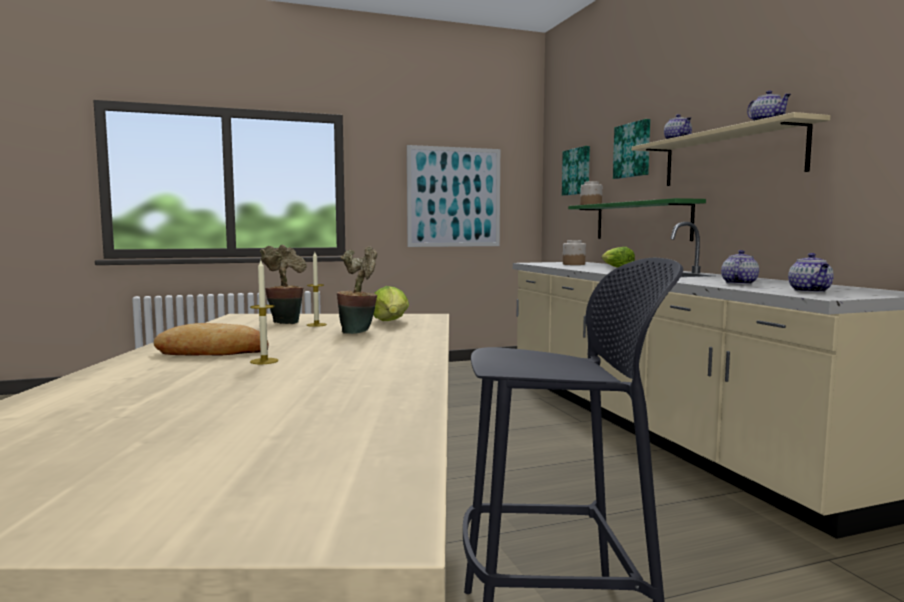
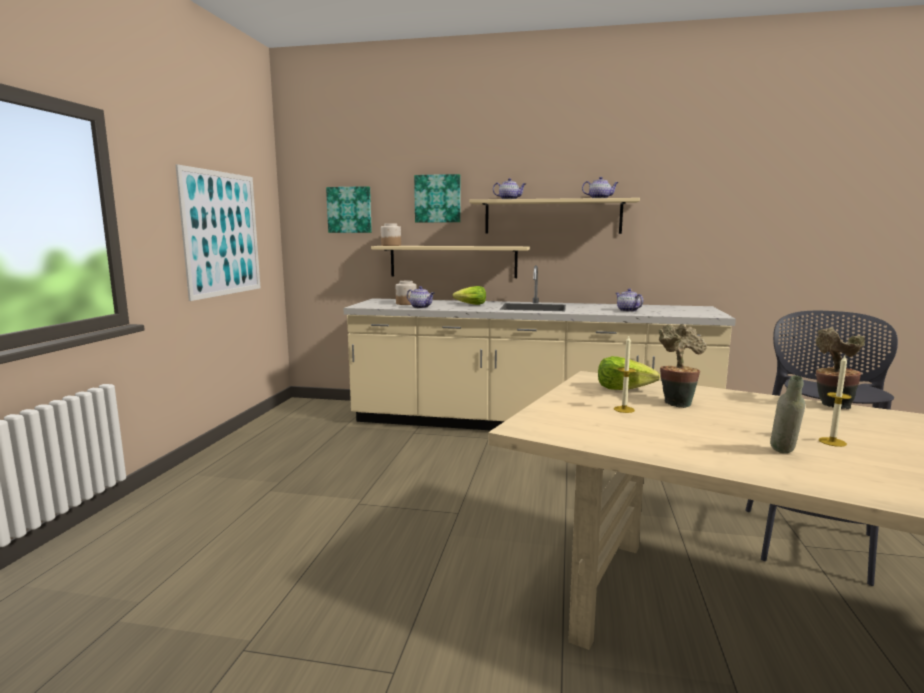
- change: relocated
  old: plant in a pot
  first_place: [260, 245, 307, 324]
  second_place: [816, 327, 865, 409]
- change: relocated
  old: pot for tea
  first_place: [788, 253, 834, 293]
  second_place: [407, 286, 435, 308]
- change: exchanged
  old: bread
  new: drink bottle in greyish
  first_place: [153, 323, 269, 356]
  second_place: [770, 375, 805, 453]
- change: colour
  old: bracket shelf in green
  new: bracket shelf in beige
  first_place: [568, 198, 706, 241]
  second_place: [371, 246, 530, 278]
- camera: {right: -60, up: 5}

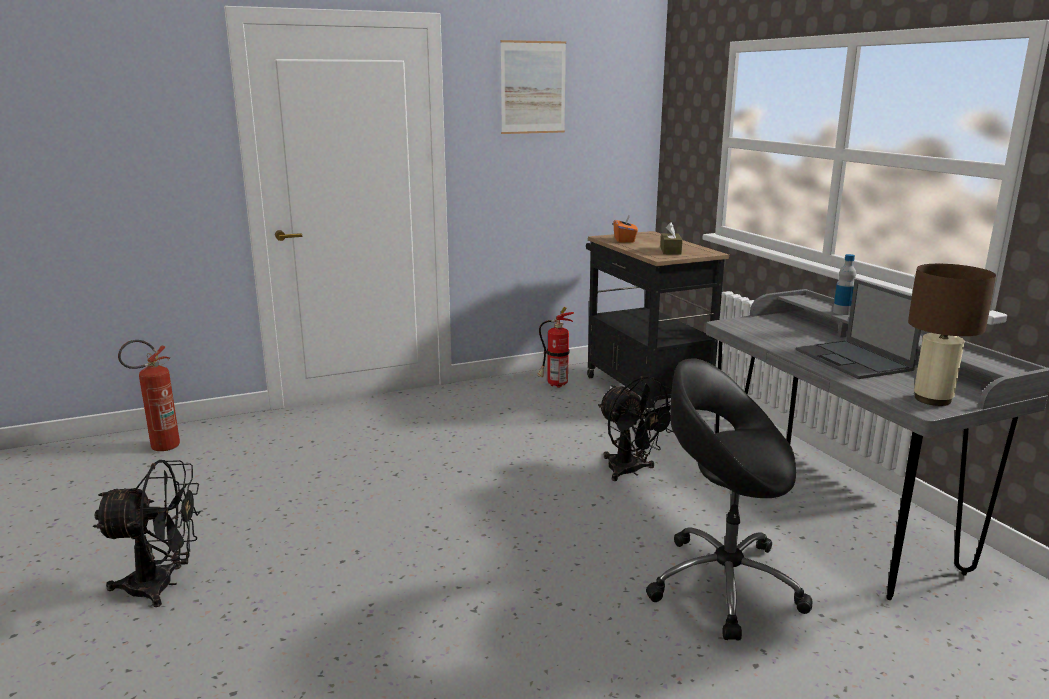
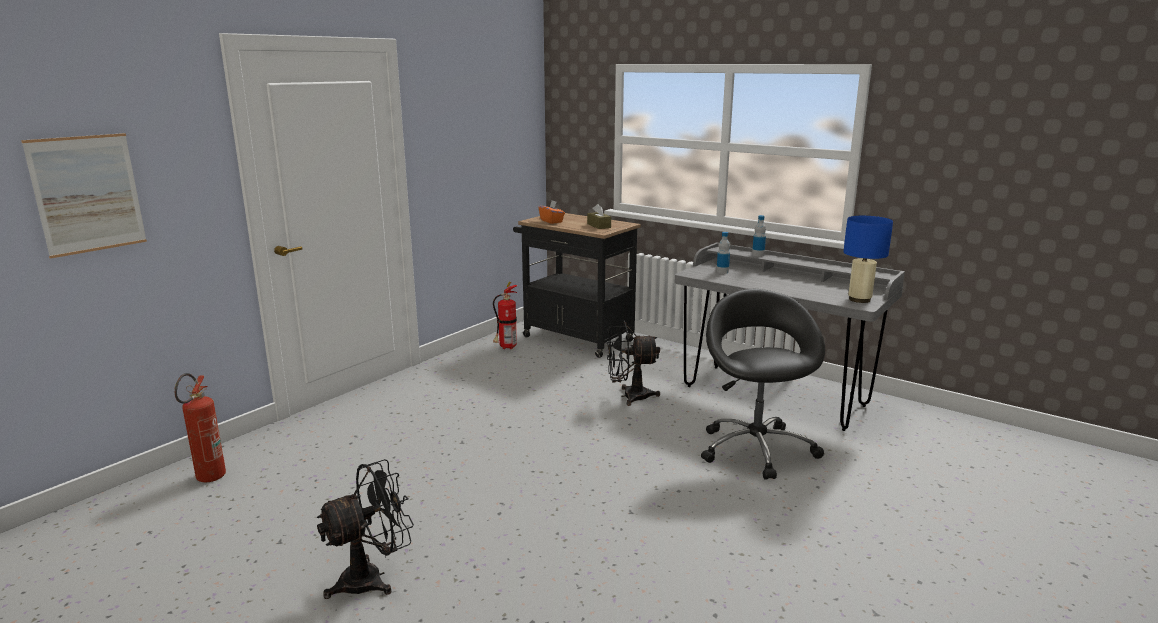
- change: missing
  old: portable computer
  first_place: [796, 279, 921, 379]
- change: appeared
  new: drink bottle
  second_place: [716, 232, 730, 274]
- change: relocated
  old: wall picture
  first_place: [500, 40, 566, 134]
  second_place: [21, 133, 147, 259]
- change: colour
  old: tabletop lamp in brown-coloured
  new: tabletop lamp in blue-coloured
  first_place: [908, 264, 996, 406]
  second_place: [844, 216, 893, 303]
- change: spun
  old: fan in blackish
  first_place: [598, 376, 673, 481]
  second_place: [607, 321, 660, 406]
  degrees: 150
- change: spun
  old: office chair in blackish
  first_place: [646, 358, 812, 641]
  second_place: [701, 289, 825, 480]
  degrees: 90
- camera: {right: -30, up: 0}

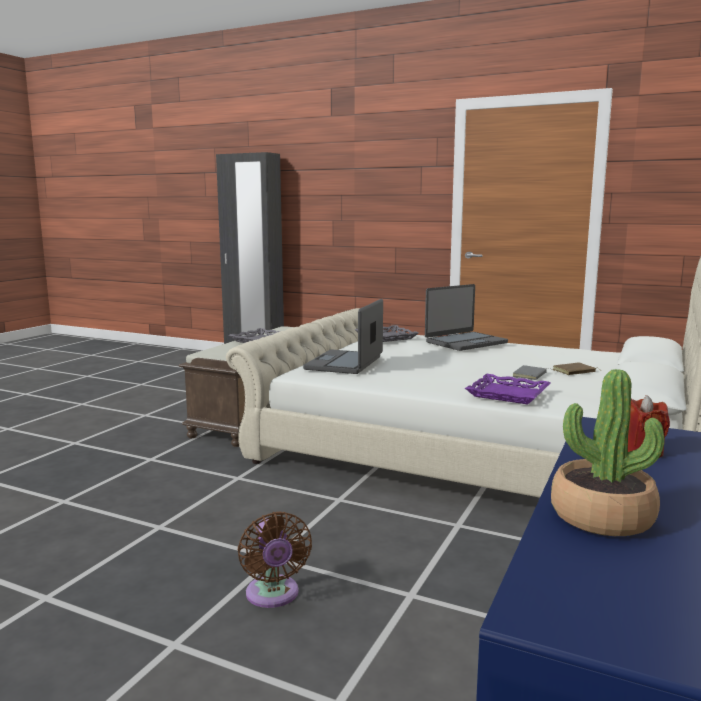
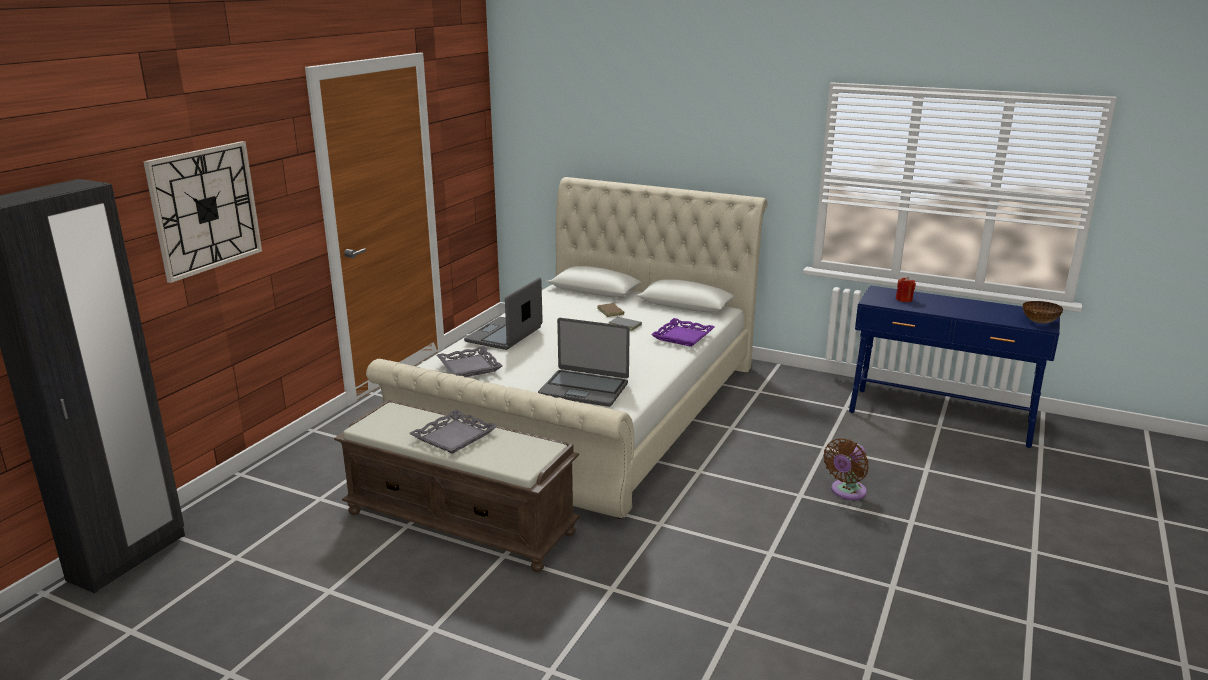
- change: missing
  old: plant in a pot
  first_place: [551, 369, 664, 536]
- change: appeared
  new: clock on the wall
  second_place: [143, 141, 262, 283]
- change: appeared
  new: deep dish
  second_place: [1023, 301, 1063, 324]
- change: spun
  old: fan in brown-coloured
  first_place: [238, 512, 312, 608]
  second_place: [823, 438, 869, 500]
  degrees: 150
- change: spun
  old: portable computer
  first_place: [425, 284, 508, 351]
  second_place: [464, 277, 543, 350]
  degrees: -120
- camera: {right: -90, up: 10}

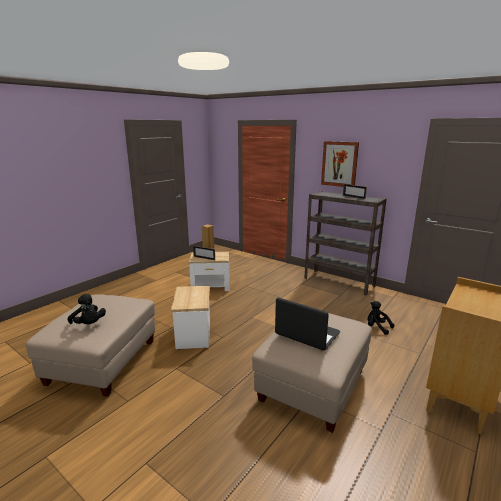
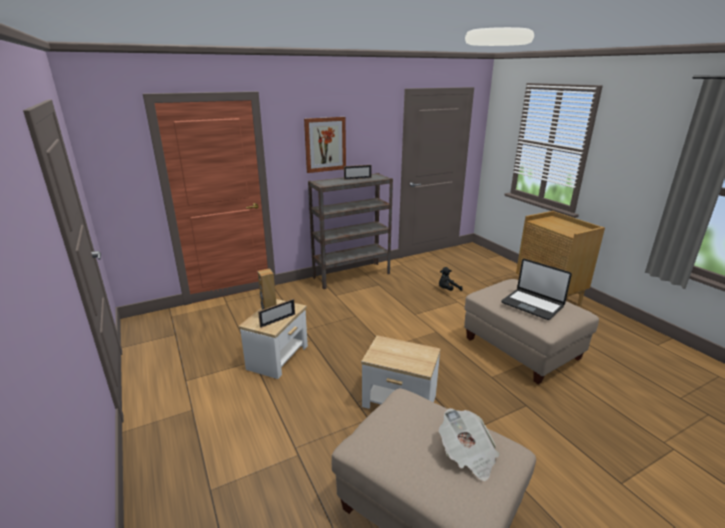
- change: exchanged
  old: cuddly toy in blackish
  new: newspaper
  first_place: [67, 294, 106, 324]
  second_place: [439, 408, 499, 481]
- change: spun
  old: portable computer
  first_place: [275, 297, 340, 351]
  second_place: [501, 259, 572, 320]
  degrees: -105
- camera: {right: -65, up: 5}

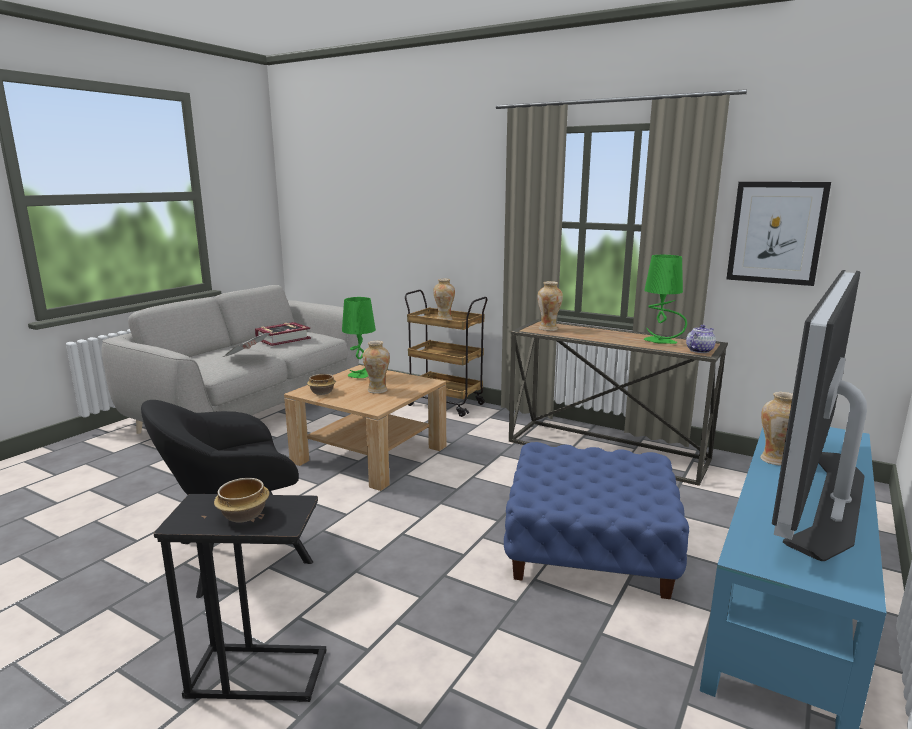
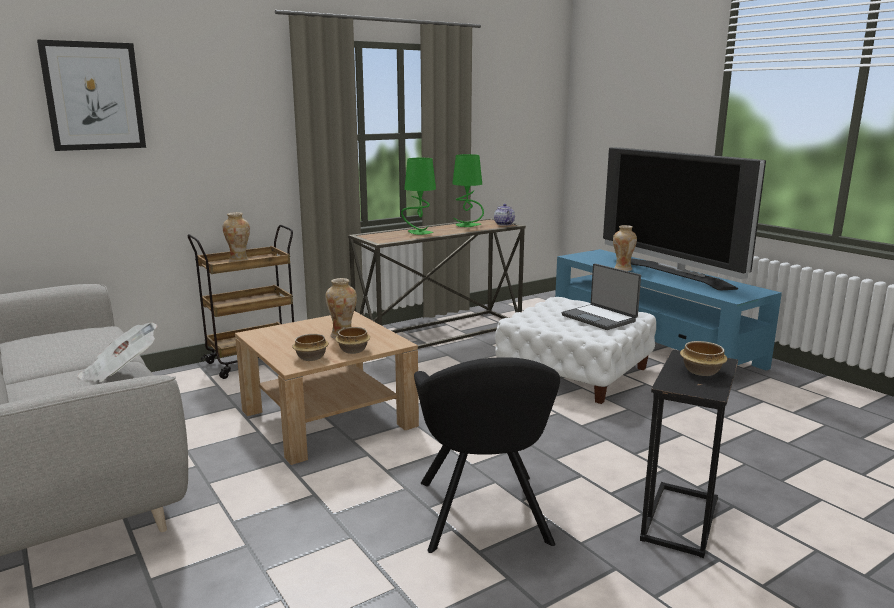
- change: missing
  old: book
  first_place: [255, 322, 311, 346]
- change: missing
  old: flower vase
  first_place: [537, 281, 563, 331]
- change: appeared
  new: deep dish
  second_place: [335, 327, 370, 354]
- change: appeared
  new: portable computer
  second_place: [562, 264, 641, 330]
- change: relocated
  old: tabletop lamp in green
  first_place: [342, 297, 376, 378]
  second_place: [401, 158, 436, 235]
- change: relocated
  old: wall picture
  first_place: [726, 182, 831, 286]
  second_place: [37, 40, 146, 151]
- change: colour
  old: footrest in blue-coloured
  new: footrest in whitish
  first_place: [504, 442, 689, 599]
  second_place: [495, 297, 656, 404]
- camera: {right: -65, up: 0}

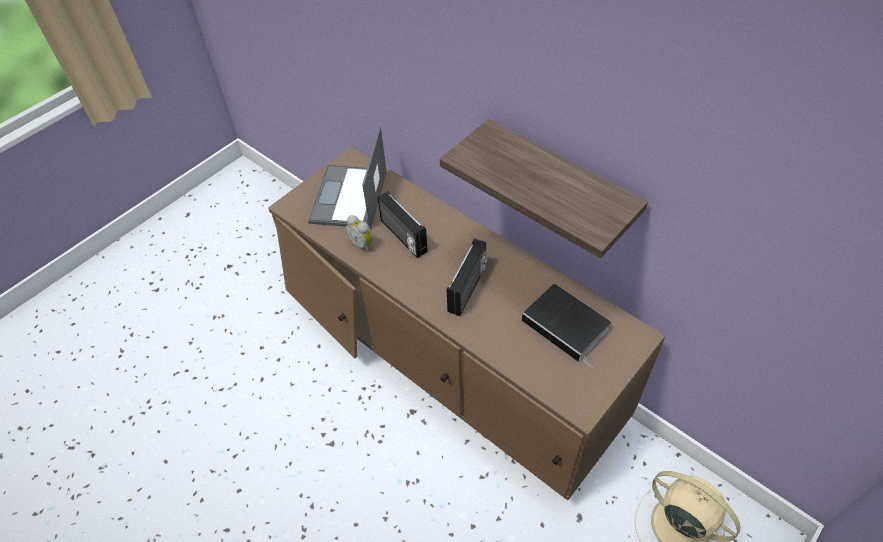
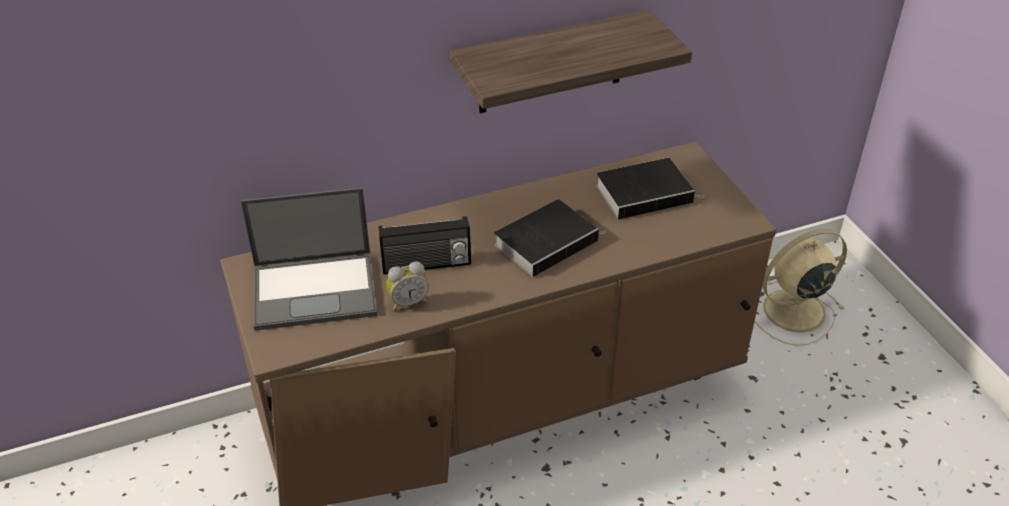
- change: exchanged
  old: radio receiver
  new: book
  first_place: [447, 239, 487, 316]
  second_place: [494, 199, 606, 277]
- change: spun
  old: portable computer
  first_place: [308, 127, 387, 229]
  second_place: [241, 188, 377, 331]
  degrees: -45
- camera: {right: -65, up: -10}

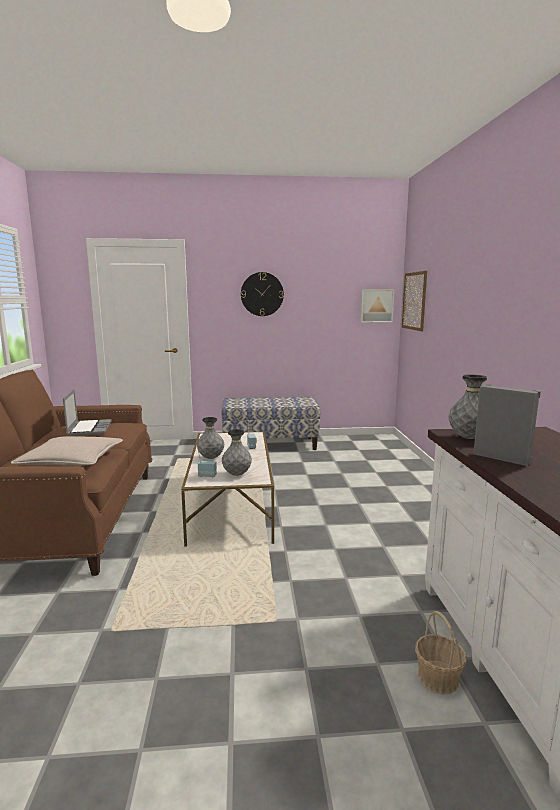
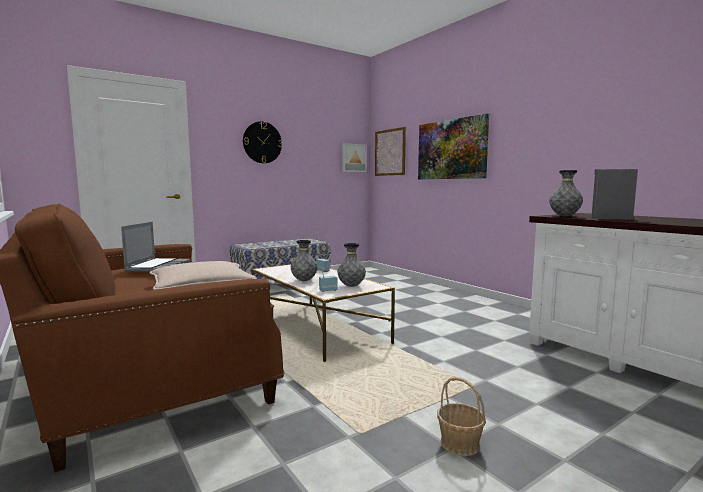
- change: appeared
  new: wall picture
  second_place: [418, 114, 489, 180]
- change: relocated
  old: storage basket
  first_place: [415, 611, 467, 694]
  second_place: [437, 377, 486, 456]
- change: spun
  old: portable computer
  first_place: [63, 389, 112, 436]
  second_place: [121, 222, 191, 272]
  degrees: 45
- camera: {right: -30, up: -5}

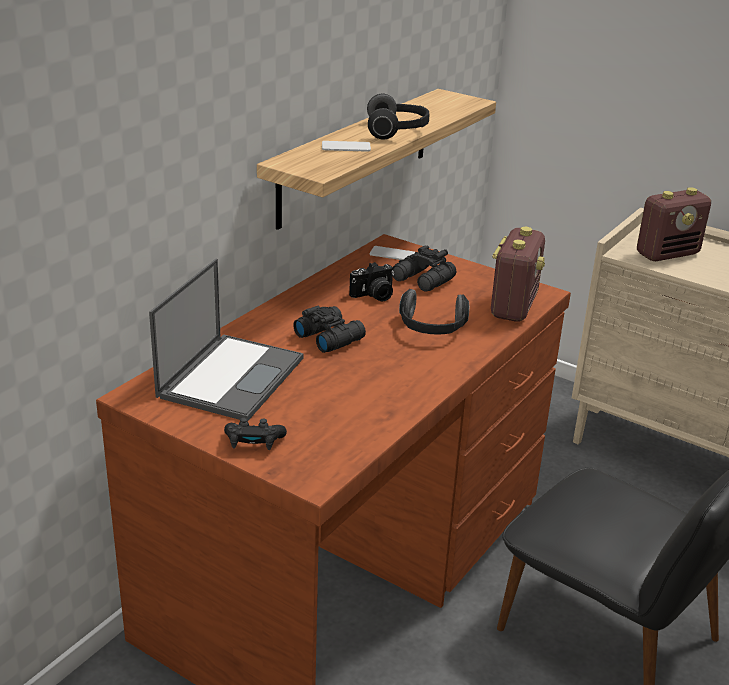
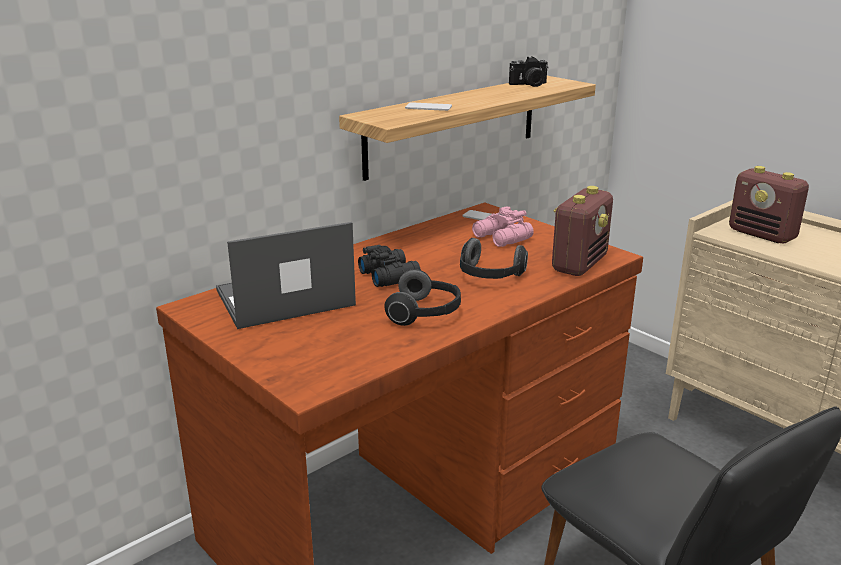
- change: missing
  old: gamepad in blackish
  first_place: [224, 418, 287, 450]
- change: relocated
  old: still camera
  first_place: [349, 262, 394, 302]
  second_place: [509, 57, 548, 87]
- change: relocated
  old: headphones
  first_place: [367, 94, 429, 140]
  second_place: [384, 269, 461, 326]
- change: colour
  old: binoculars in blackish
  new: binoculars in pinkish
  first_place: [393, 245, 456, 292]
  second_place: [472, 206, 534, 247]
- change: spun
  old: portable computer
  first_place: [149, 259, 303, 422]
  second_place: [216, 222, 356, 329]
  degrees: -150
- change: spun
  old: radio receiver
  first_place: [637, 187, 711, 261]
  second_place: [729, 166, 809, 243]
  degrees: 60
- camera: {right: 15, up: -5}

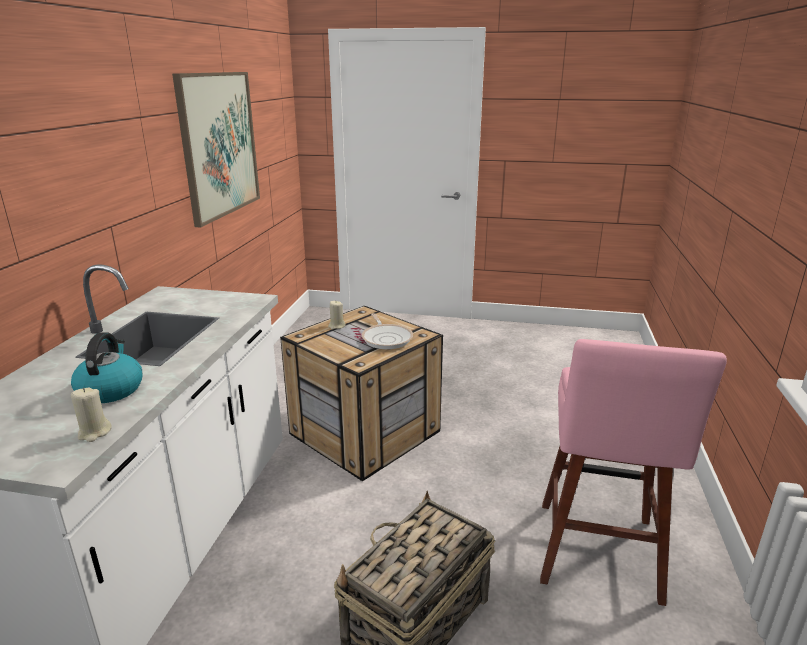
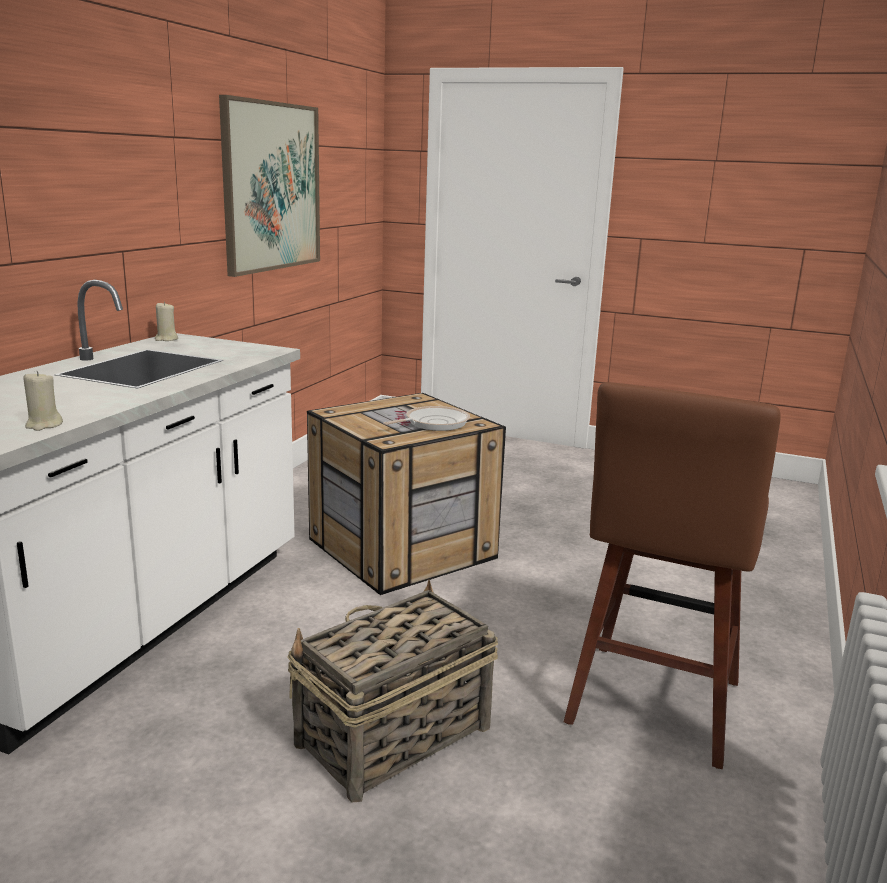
- change: missing
  old: kettle
  first_place: [71, 332, 143, 403]
- change: relocated
  old: wax candle in beige
  first_place: [328, 300, 346, 329]
  second_place: [155, 302, 178, 341]
- change: colour
  old: stool seat in pinkish
  new: stool seat in brown-coloured
  first_place: [540, 339, 727, 606]
  second_place: [564, 382, 781, 769]
- change: spun
  old: frying pan
  first_place: [362, 313, 413, 349]
  second_place: [383, 406, 470, 431]
  degrees: -120
- camera: {right: 10, up: -5}

